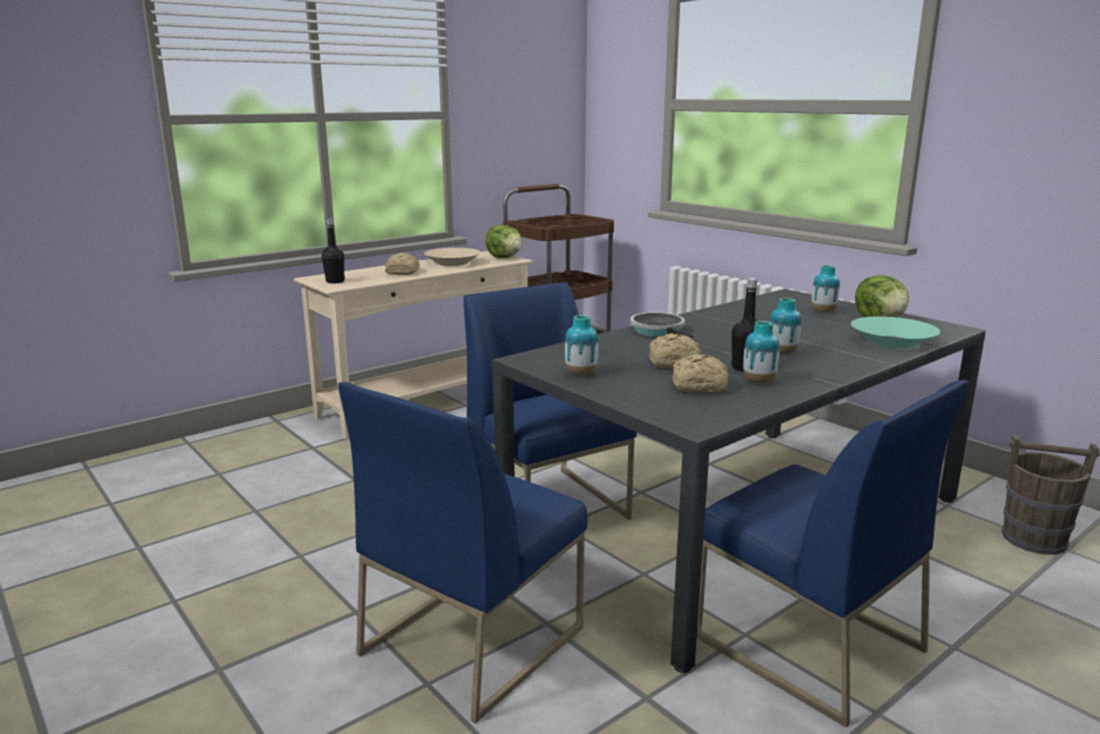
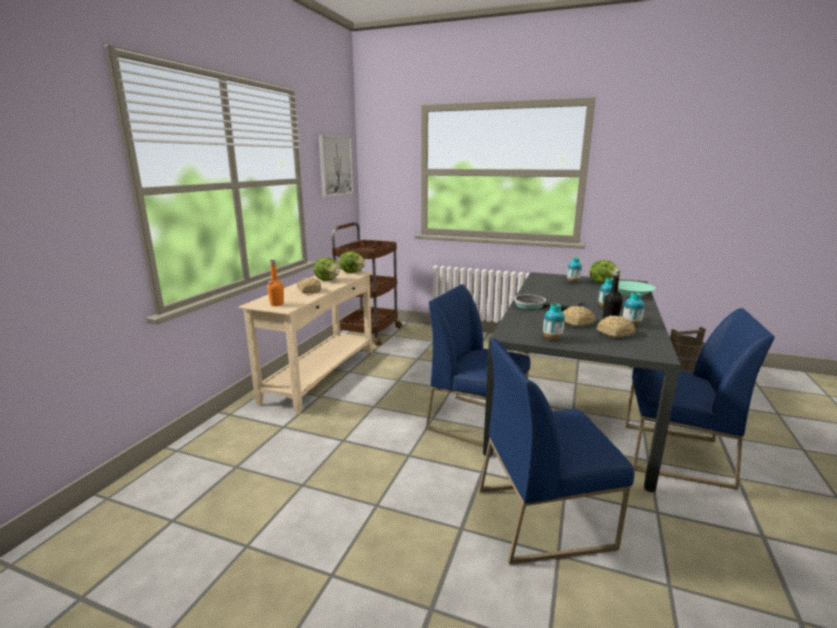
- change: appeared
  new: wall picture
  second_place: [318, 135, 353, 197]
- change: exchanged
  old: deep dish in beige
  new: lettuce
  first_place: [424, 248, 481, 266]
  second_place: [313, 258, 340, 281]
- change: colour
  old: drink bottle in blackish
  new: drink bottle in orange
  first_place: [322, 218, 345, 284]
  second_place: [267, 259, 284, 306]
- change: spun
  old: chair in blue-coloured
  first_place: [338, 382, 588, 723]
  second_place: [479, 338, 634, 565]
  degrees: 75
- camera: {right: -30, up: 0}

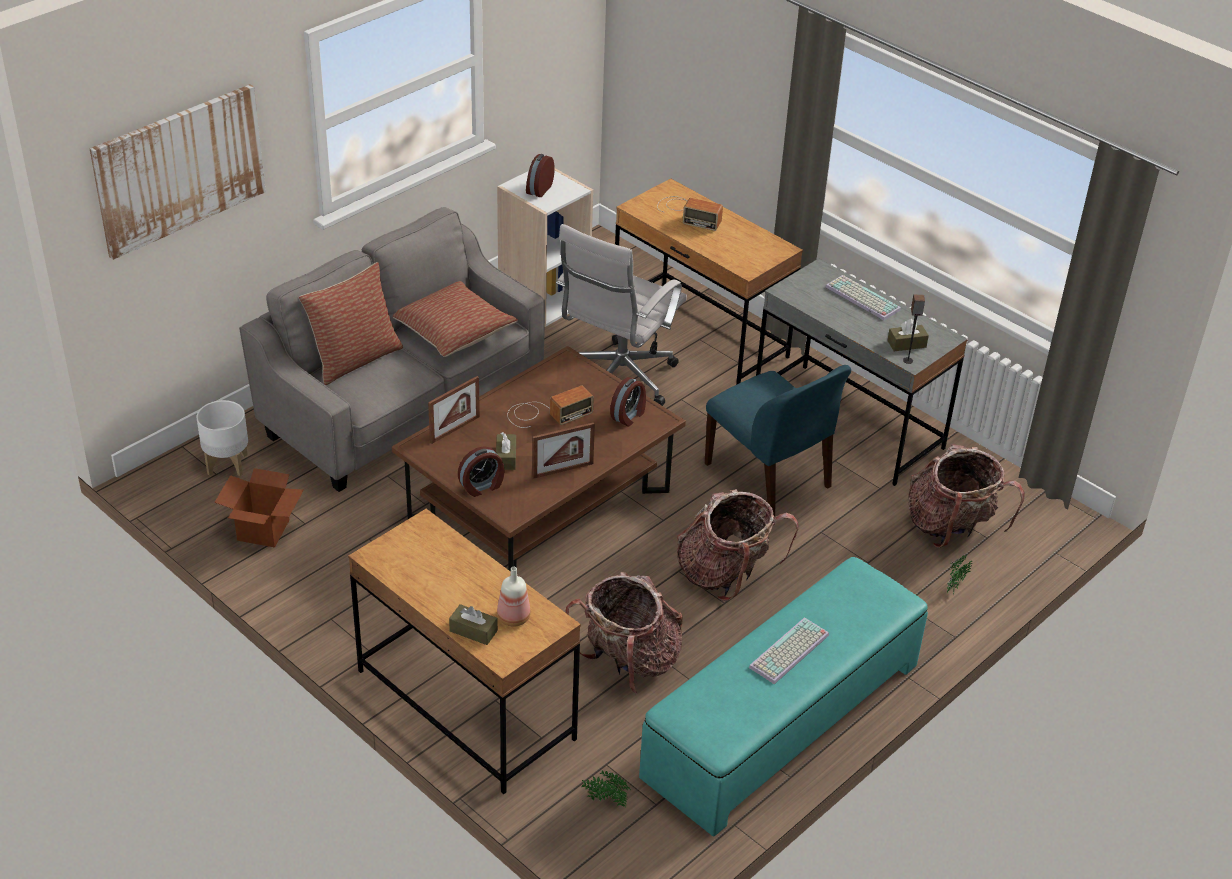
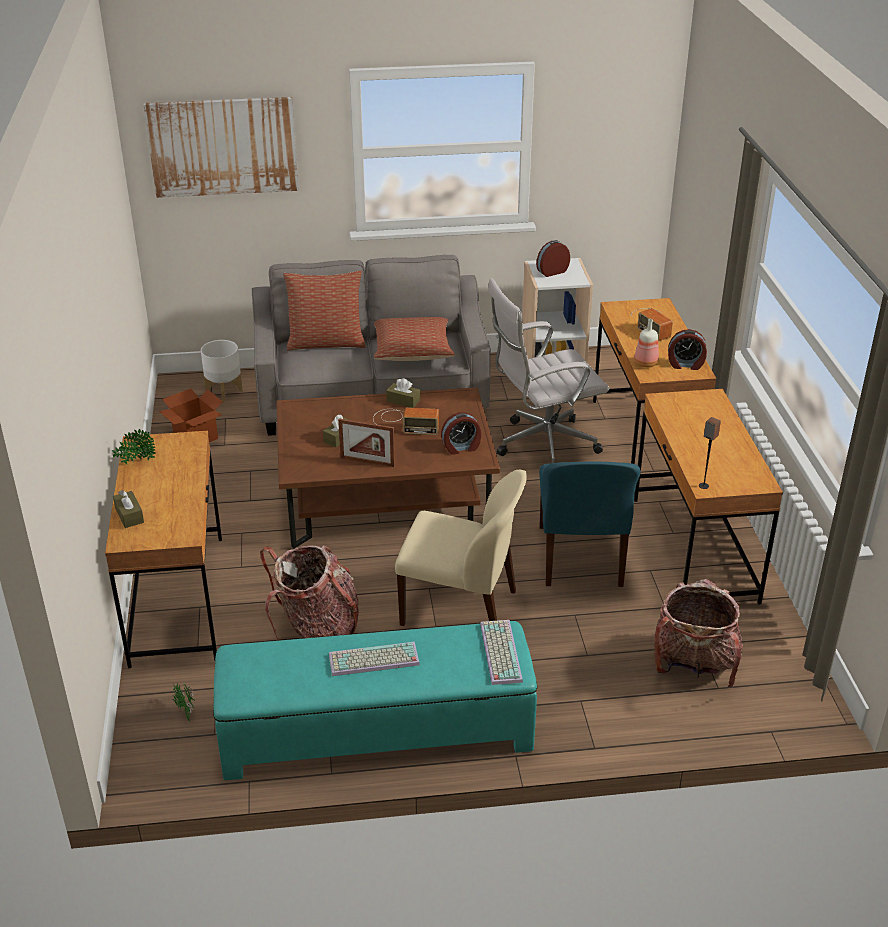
- change: missing
  old: picture frame
  first_place: [428, 376, 480, 444]
- change: relocated
  old: table clock
  first_place: [458, 446, 505, 497]
  second_place: [668, 329, 707, 370]
- change: relocated
  old: drink bottle
  first_place: [497, 567, 531, 627]
  second_place: [634, 319, 659, 368]
- change: relocated
  old: PC keyboard
  first_place: [825, 275, 901, 321]
  second_place: [480, 620, 523, 685]
- change: relocated
  old: box of tissues in brown-coloured
  first_place: [887, 319, 929, 351]
  second_place: [386, 378, 420, 408]
- change: relocated
  old: plant in a pot
  first_place: [947, 555, 972, 595]
  second_place: [111, 429, 156, 465]
- change: exchanged
  old: backpack
  new: chair in beige
  first_place: [677, 489, 798, 601]
  second_place: [395, 470, 527, 626]
- change: colour
  old: desk unit in greyish
  new: desk unit in brown-coloured
  first_place: [756, 259, 968, 486]
  second_place: [634, 389, 783, 605]
- camera: {right: 40, up: -5}

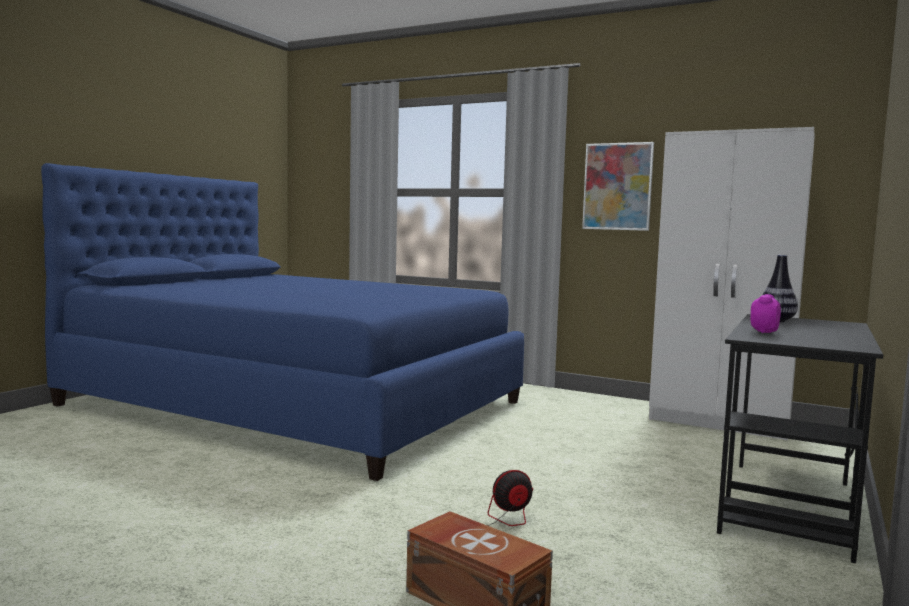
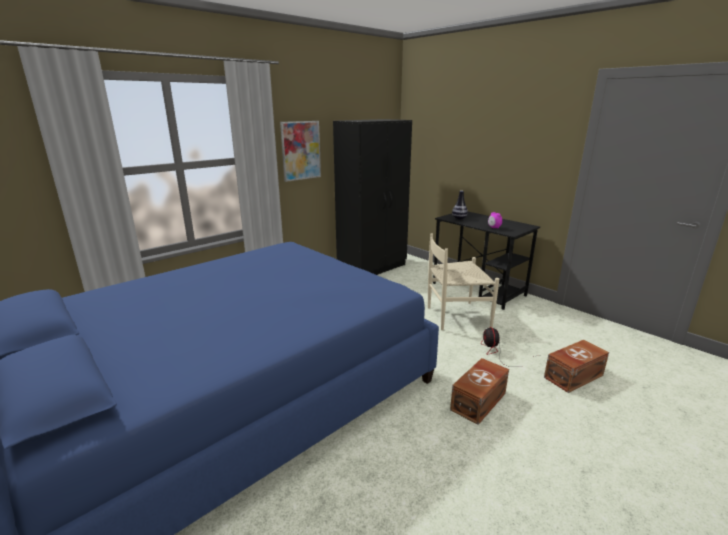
- change: appeared
  new: chair in beige
  second_place: [428, 233, 499, 330]
- change: appeared
  new: storage container in brown-coloured
  second_place: [450, 358, 509, 425]
- change: colour
  old: wardrobe in whitish
  new: wardrobe in blackish
  first_place: [649, 127, 815, 441]
  second_place: [333, 119, 412, 275]
- camera: {right: -70, up: 15}

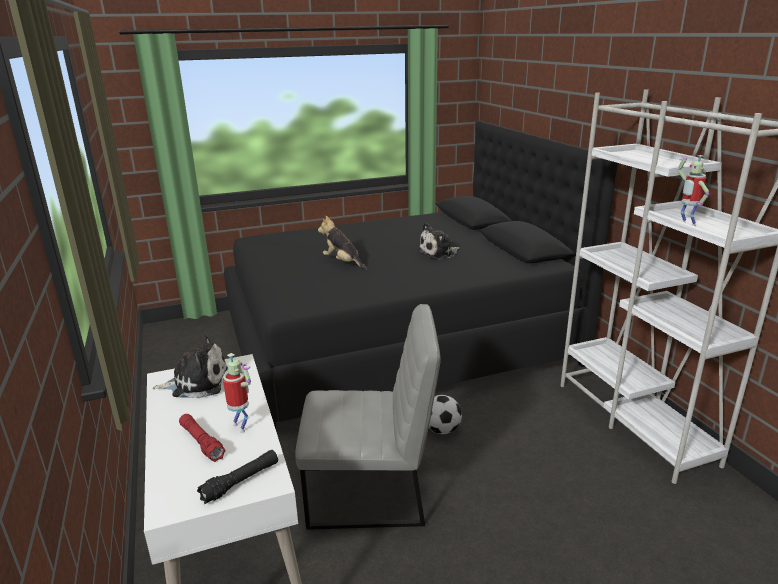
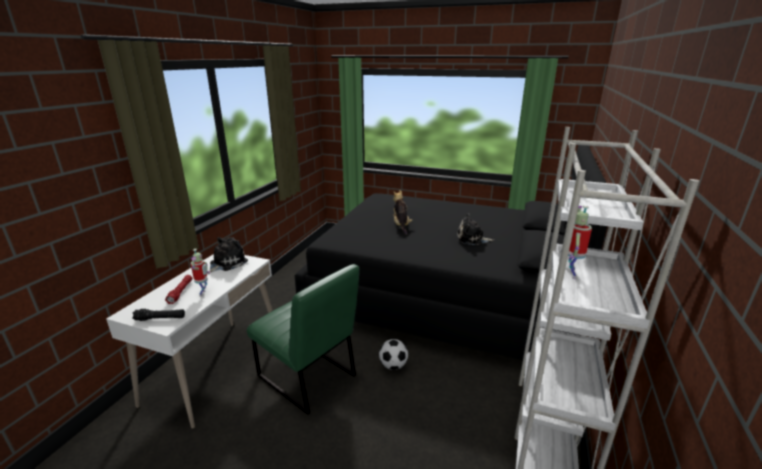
- change: colour
  old: chair in greyish
  new: chair in green
  first_place: [295, 304, 441, 530]
  second_place: [247, 264, 359, 415]
- change: spun
  old: cuddly toy
  first_place: [152, 335, 228, 399]
  second_place: [207, 237, 248, 274]
  degrees: -90
- camera: {right: 40, up: 0}

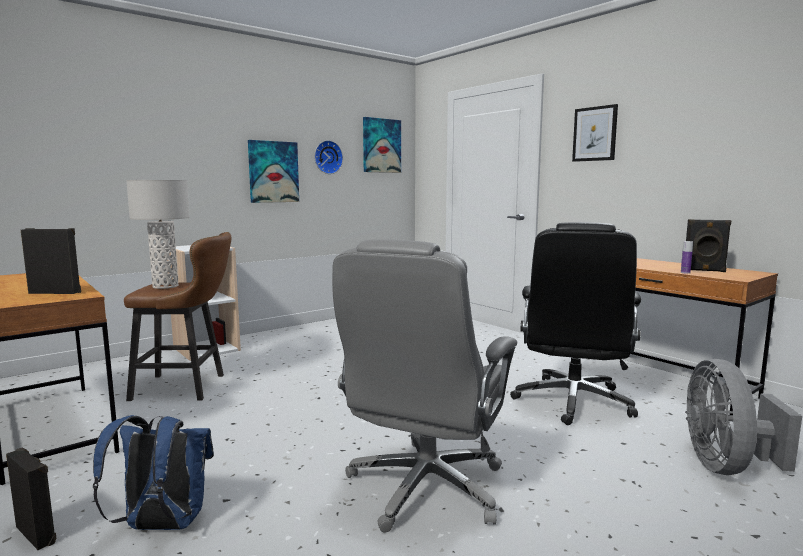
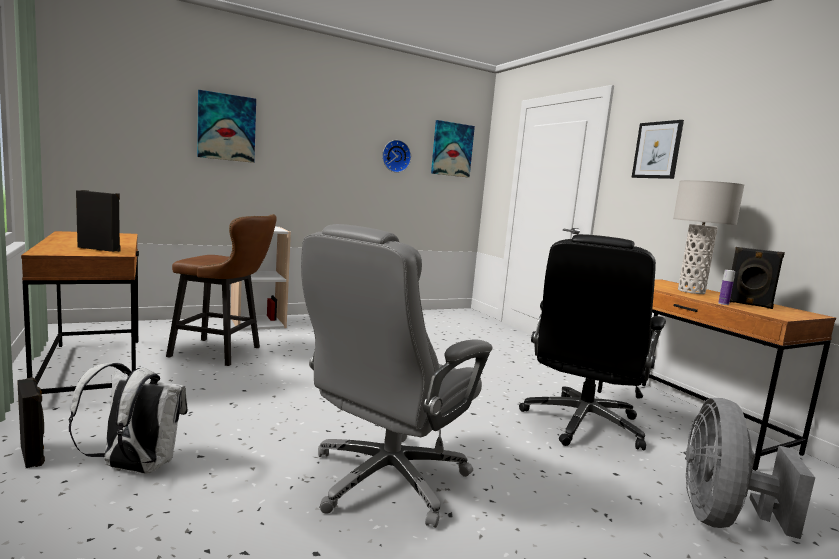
- change: relocated
  old: tabletop lamp in whitish
  first_place: [126, 180, 190, 289]
  second_place: [673, 180, 744, 294]
- change: relocated
  old: wall picture
  first_place: [248, 140, 299, 203]
  second_place: [197, 90, 256, 163]
- change: colour
  old: backpack in blue-coloured
  new: backpack in whitish
  first_place: [93, 415, 214, 530]
  second_place: [69, 362, 188, 474]
- camera: {right: 10, up: 0}

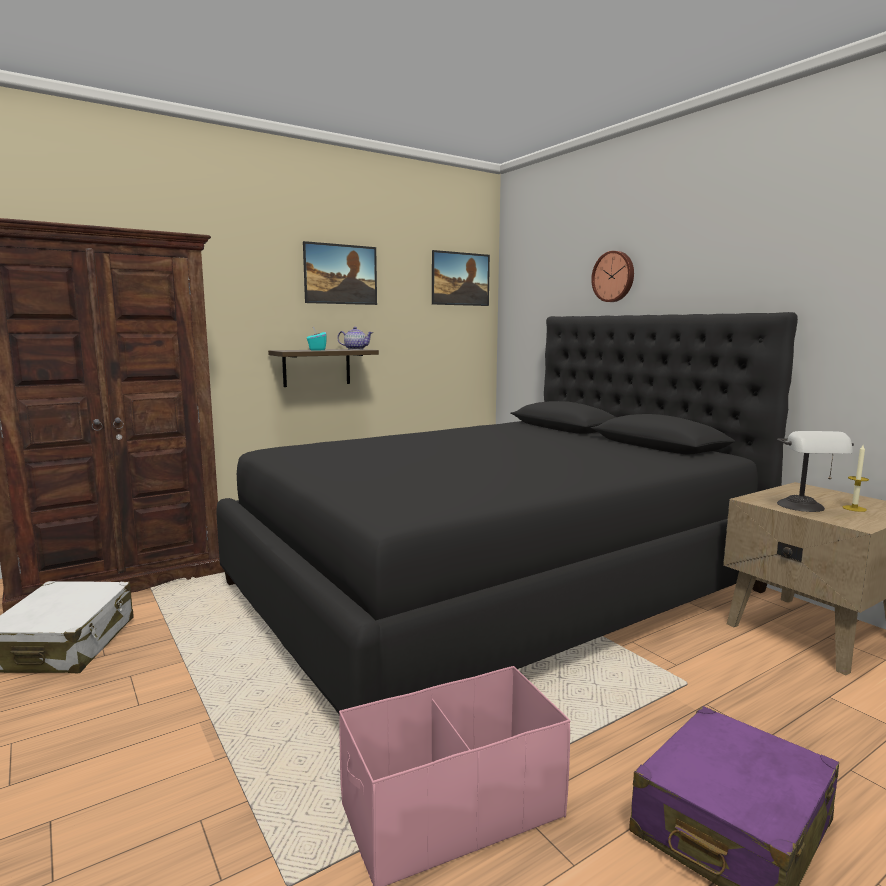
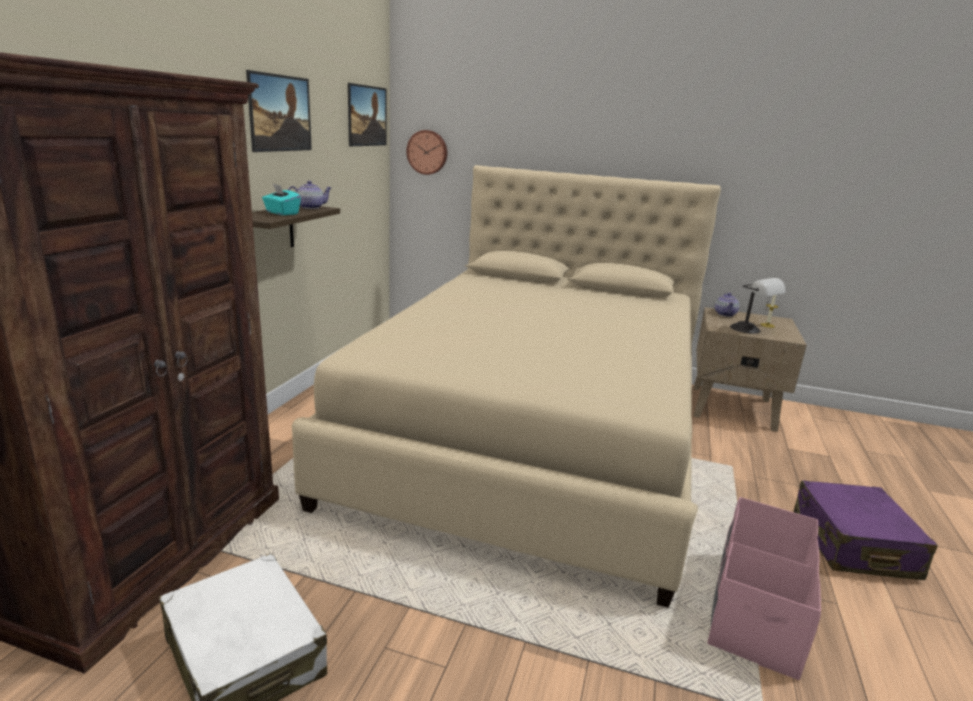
- change: appeared
  new: pot for tea
  second_place: [715, 293, 739, 317]
- change: relocated
  old: clock on the wall
  first_place: [591, 251, 634, 302]
  second_place: [406, 130, 447, 175]
- change: colour
  old: bedroom bed in blackish
  new: bedroom bed in beige
  first_place: [216, 312, 798, 715]
  second_place: [292, 165, 721, 608]
- camera: {right: -40, up: 10}

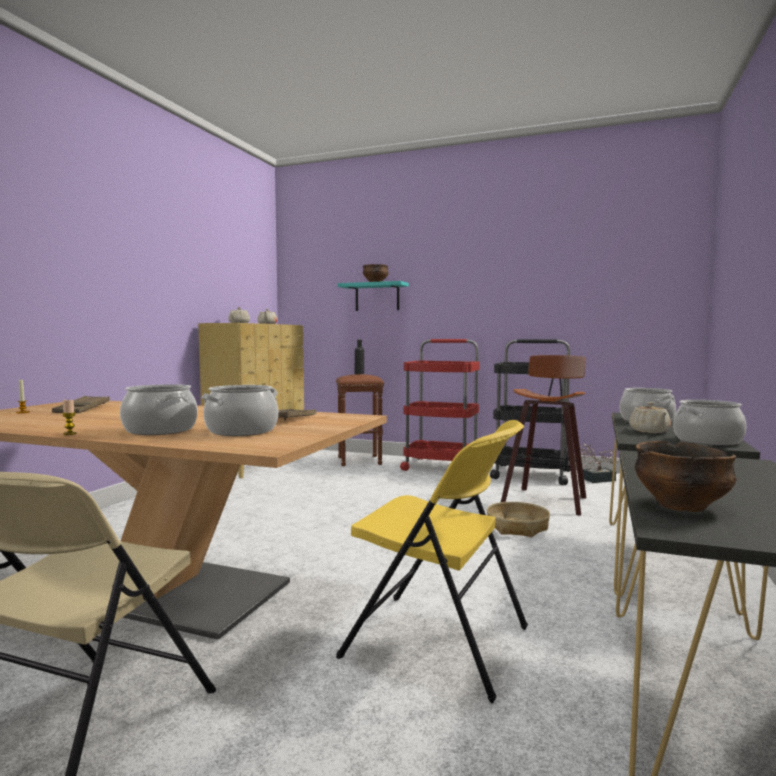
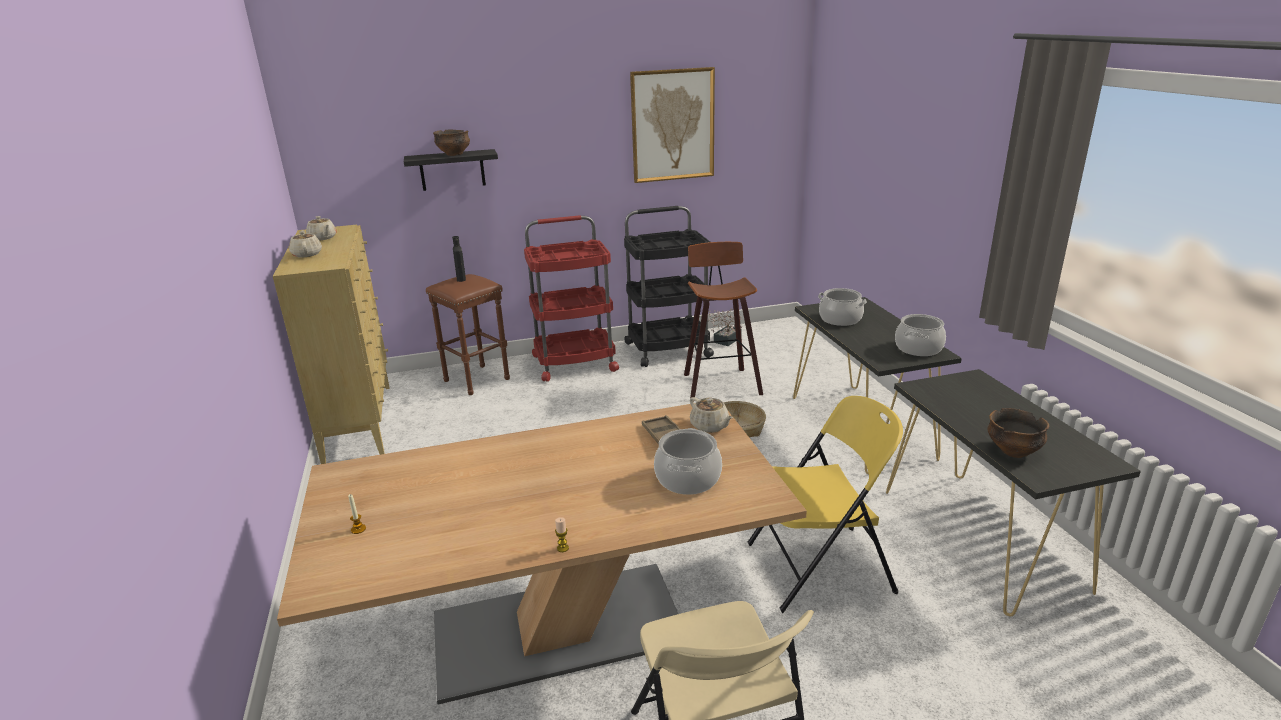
- change: missing
  old: carrying tray in brown-coloured
  first_place: [52, 396, 110, 413]
- change: missing
  old: saucepot
  first_place: [120, 384, 197, 435]
- change: appeared
  new: wall picture
  second_place: [630, 67, 715, 183]
- change: relocated
  old: pot for tea in beige
  first_place: [629, 402, 671, 433]
  second_place: [690, 397, 733, 433]
- change: colour
  old: bracket shelf in turquoise
  new: bracket shelf in blackish
  first_place: [337, 281, 409, 311]
  second_place: [404, 149, 498, 191]
- camera: {right: -35, up: 20}

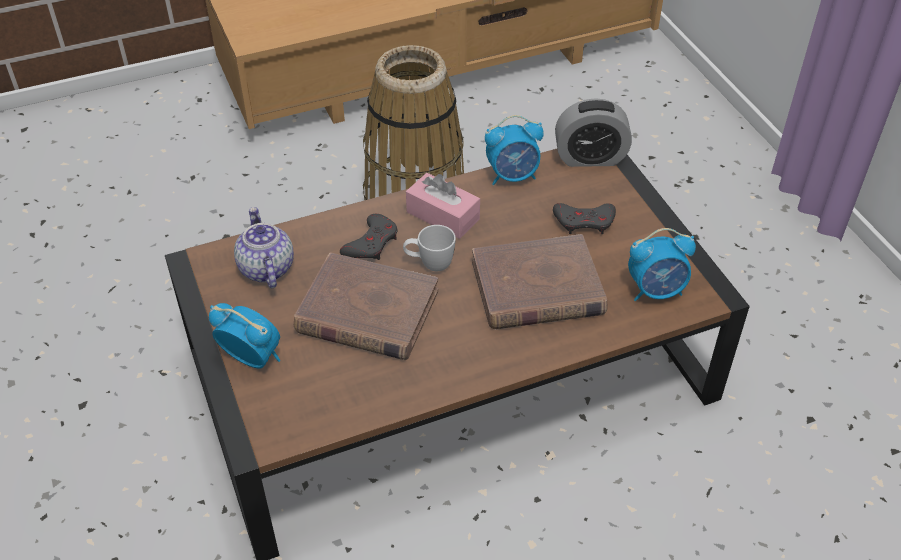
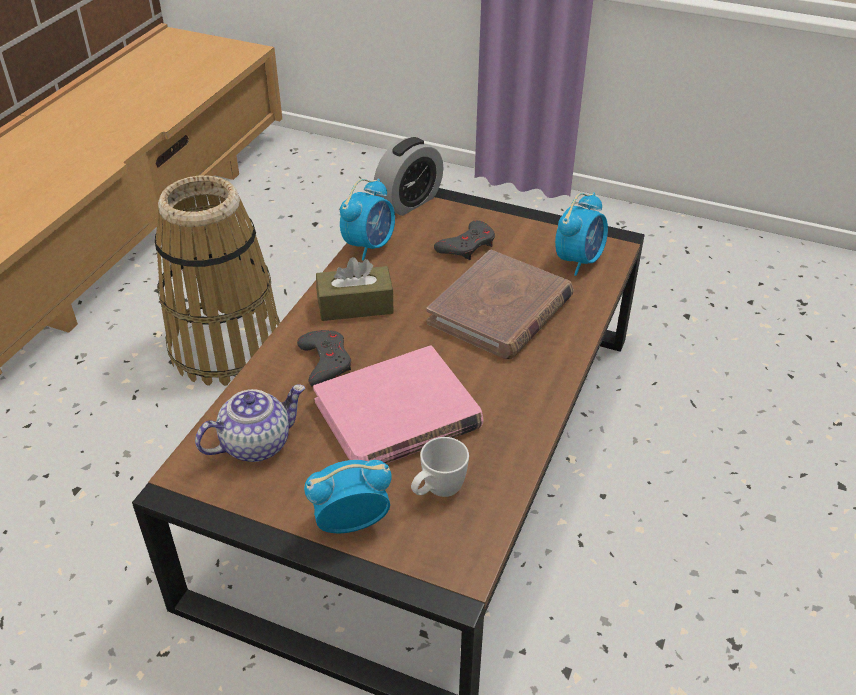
- change: relocated
  old: tea mug in whitish
  first_place: [403, 225, 456, 271]
  second_place: [411, 437, 469, 497]
- change: colour
  old: book in brown-coloured
  new: book in pinkish
  first_place: [294, 252, 438, 360]
  second_place: [313, 345, 483, 464]
- change: colour
  old: box of tissues in pinkish
  new: box of tissues in brown-coloured
  first_place: [406, 173, 480, 239]
  second_place: [316, 257, 394, 321]
- change: spun
  old: pot for tea
  first_place: [234, 207, 294, 288]
  second_place: [195, 384, 305, 462]
  degrees: 120
- camera: {right: -45, up: -5}

